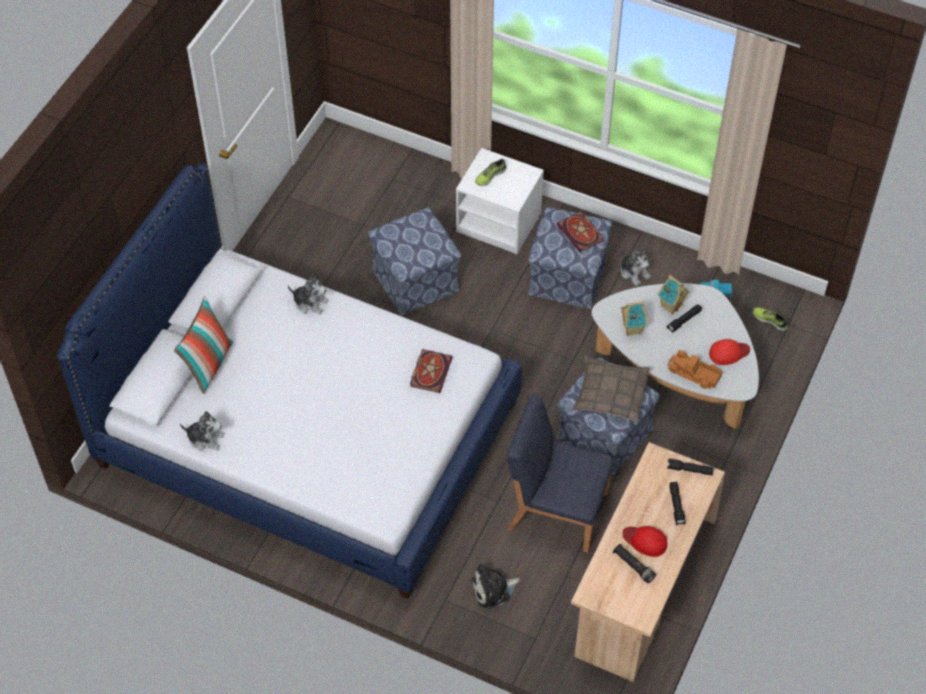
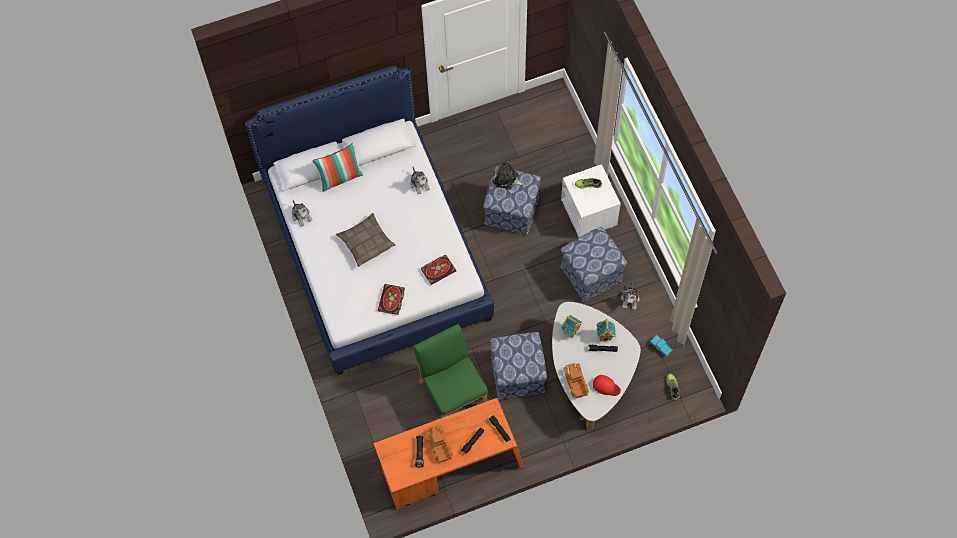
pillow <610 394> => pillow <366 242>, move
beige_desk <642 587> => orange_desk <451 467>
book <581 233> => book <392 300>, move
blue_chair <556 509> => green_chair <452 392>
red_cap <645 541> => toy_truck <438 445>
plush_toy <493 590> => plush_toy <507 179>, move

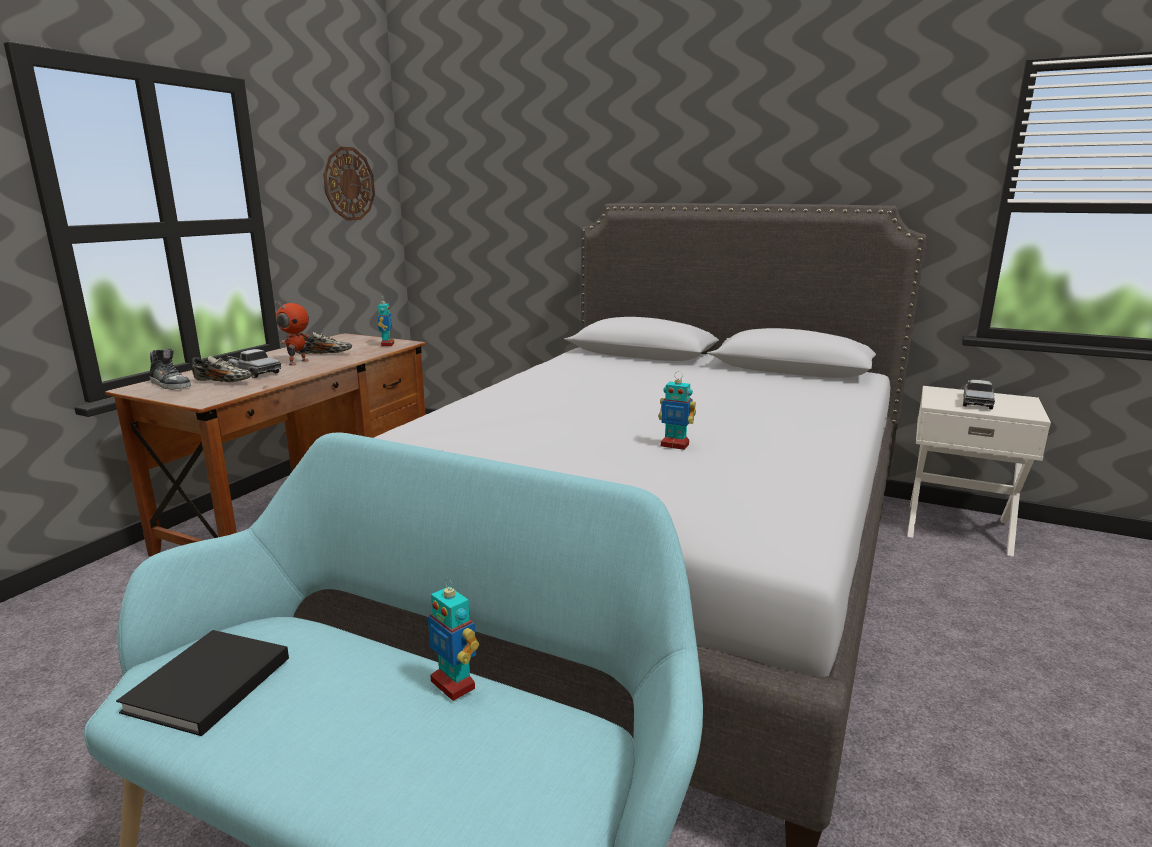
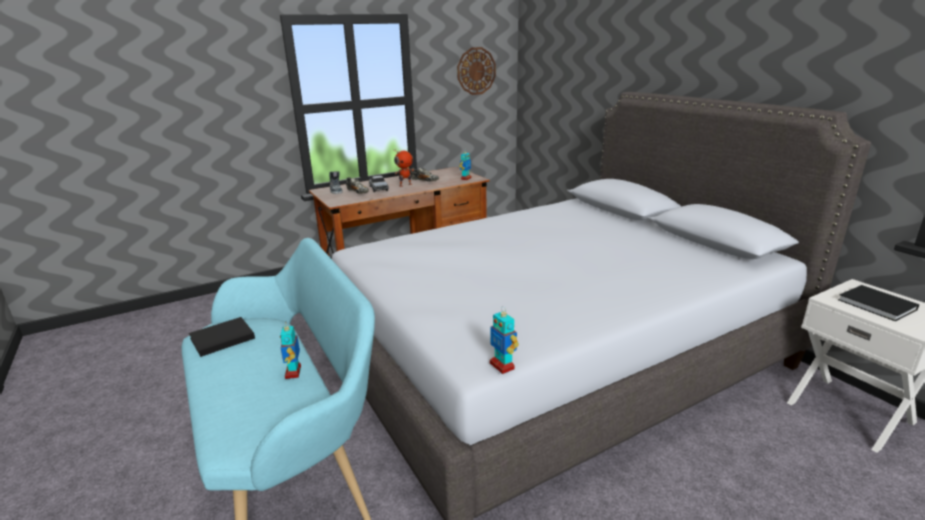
toy_robot <675 445> => toy_robot <502 366>, move
toy_truck <976 402> => black_book <878 305>

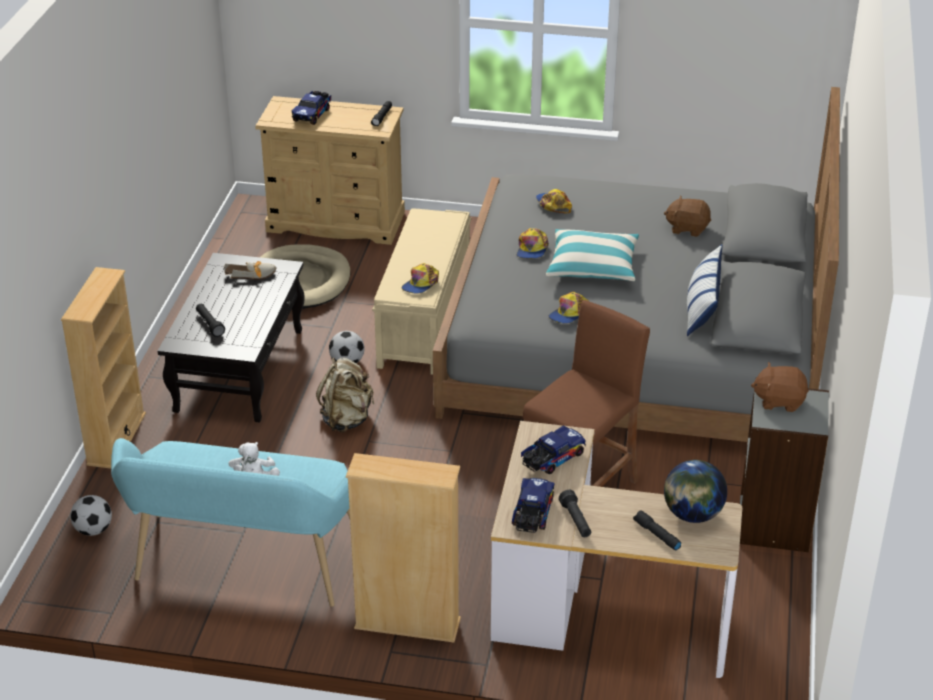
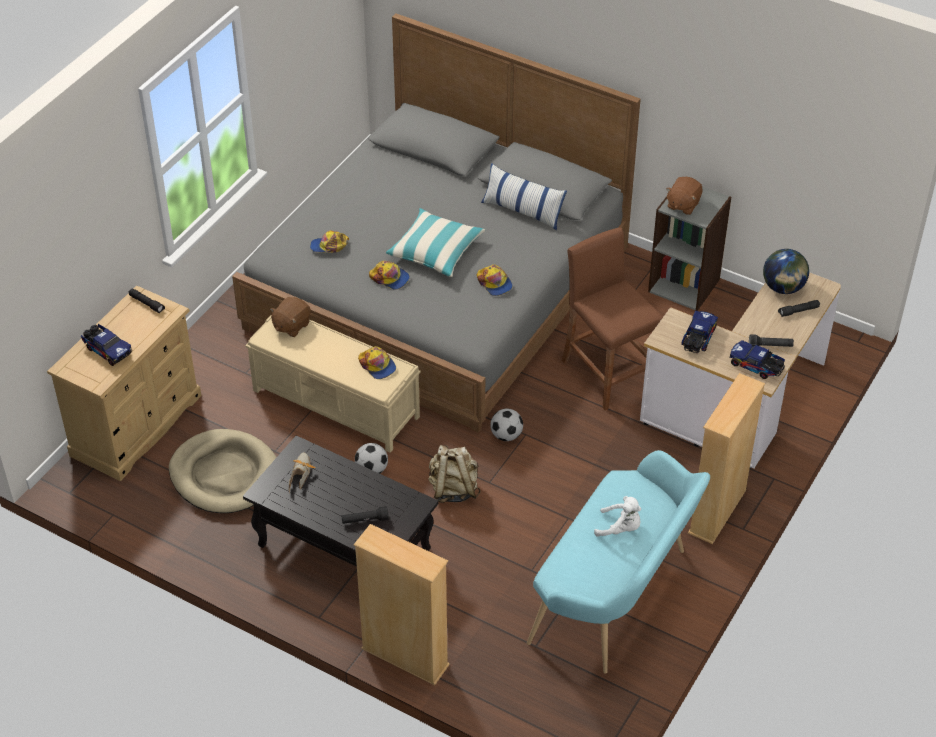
brown_plush_toy <687 228> => brown_plush_toy <291 325>, move
football <93 530> => football <506 435>, move
toy_truck <551 459> => toy_truck <697 339>, 45 degrees clockwise

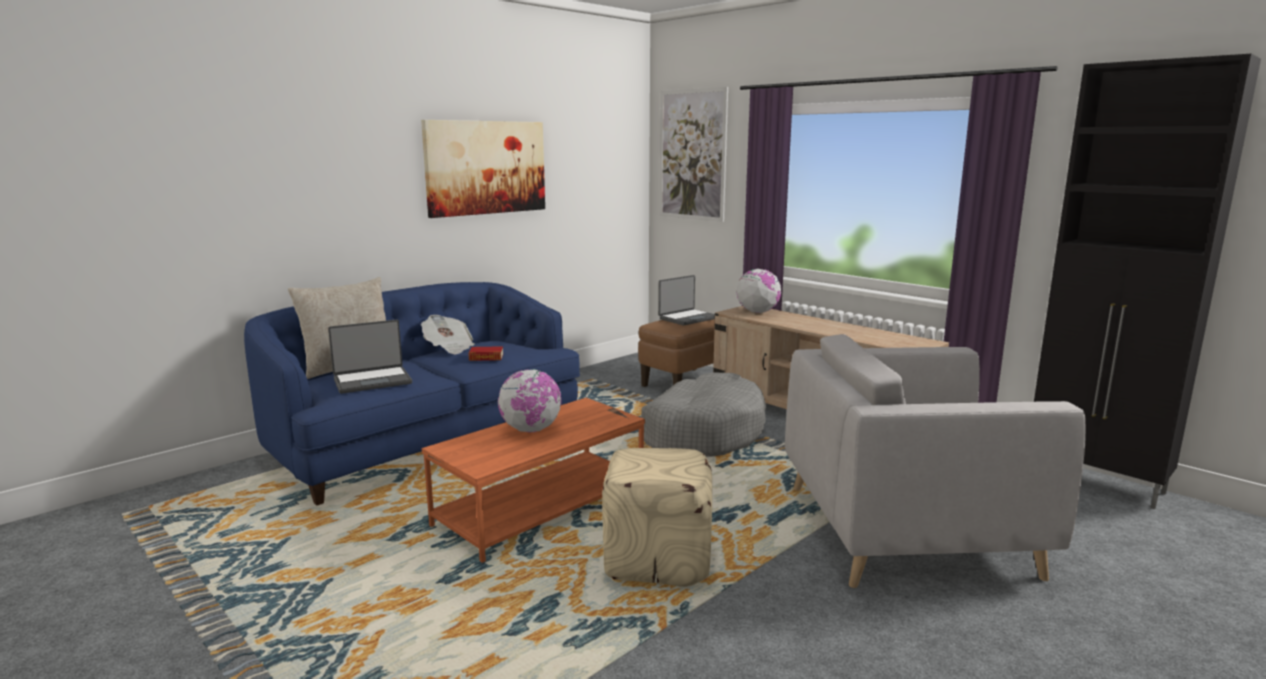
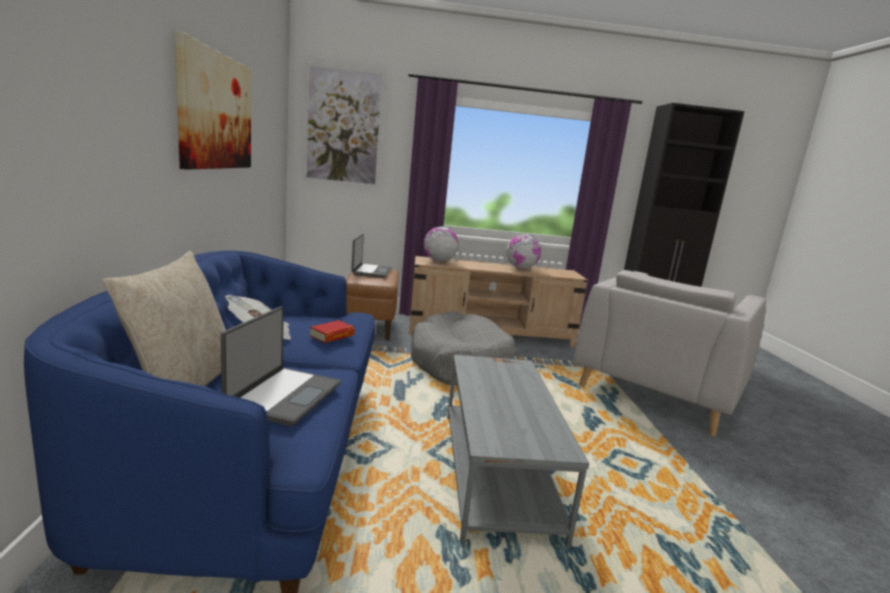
orange_coffee_table <541 507> => grey_coffee_table <495 470>
globe <531 430> => globe <521 268>, move
beige_ottoman <657 559> => nothing

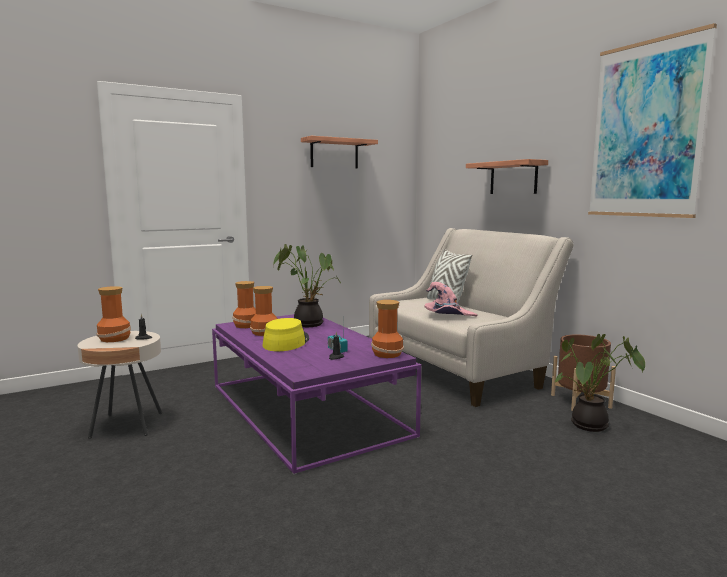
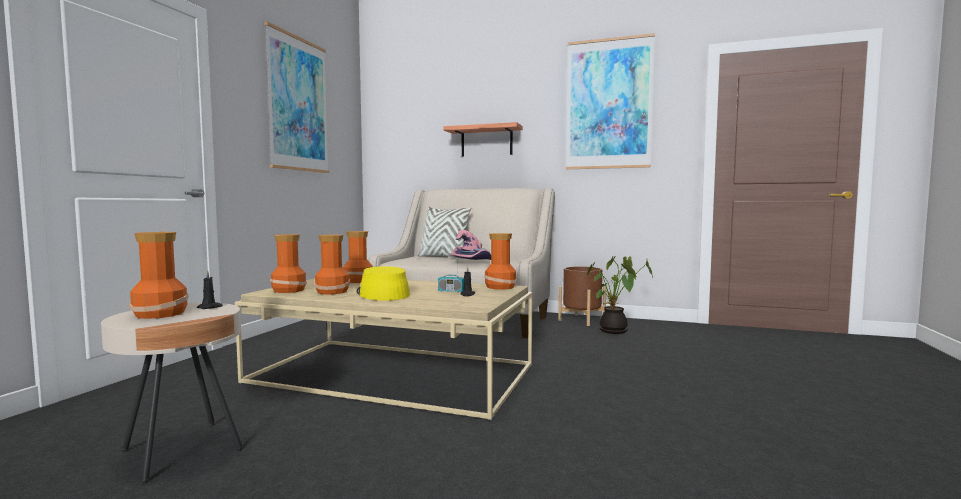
purple_coffee_table <306 409> => beige_coffee_table <393 373>
shelf <334 153> => picture <298 104>
potted_plant <309 323> => vase <357 281>

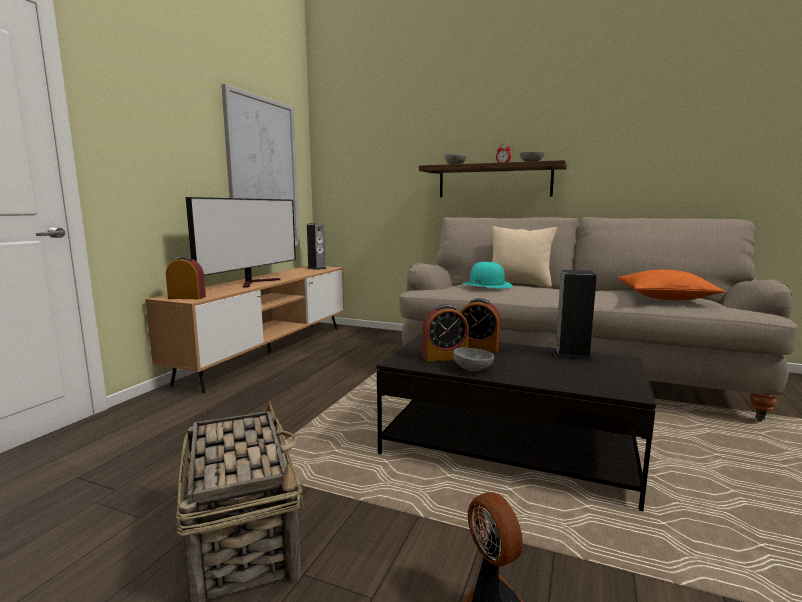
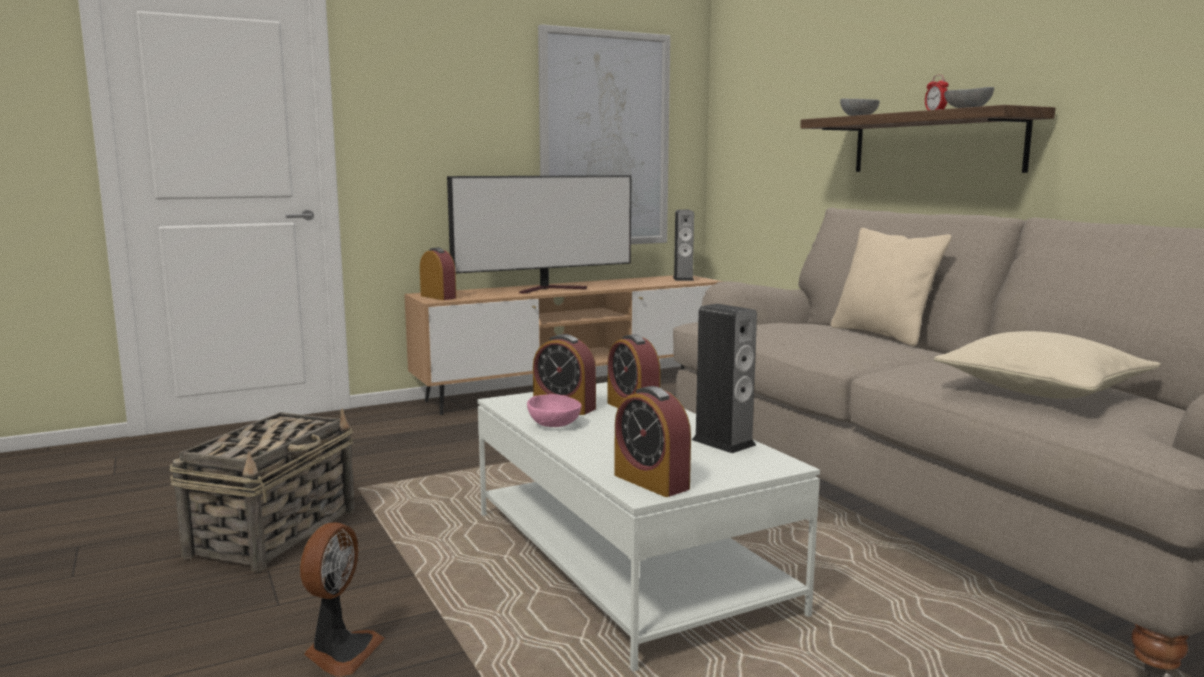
black_coffee_table <508 448> => white_coffee_table <626 561>
grey_bowl <473 369> => pink_bowl <555 425>
nothing => alarm_clock <651 482>
orange_pillow <665 297> => beige_pillow <1041 389>
turquoise_hat <487 285> => nothing

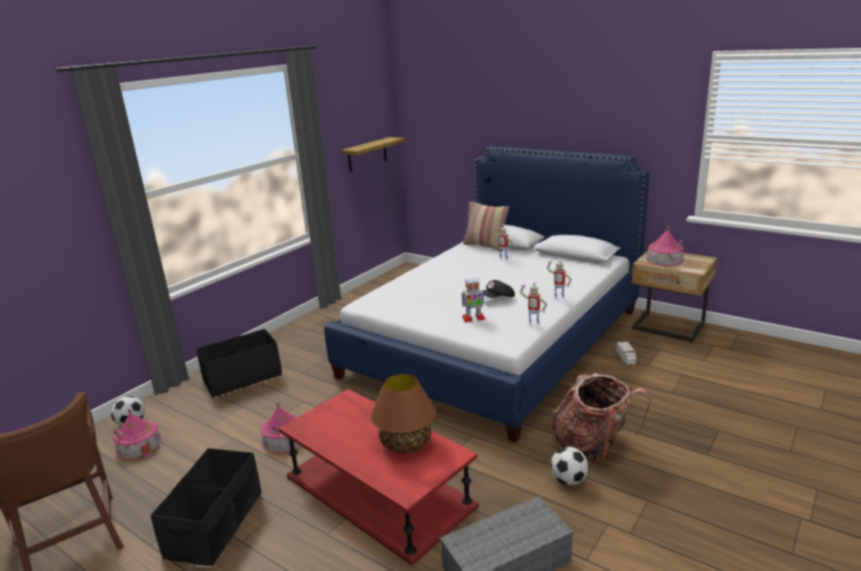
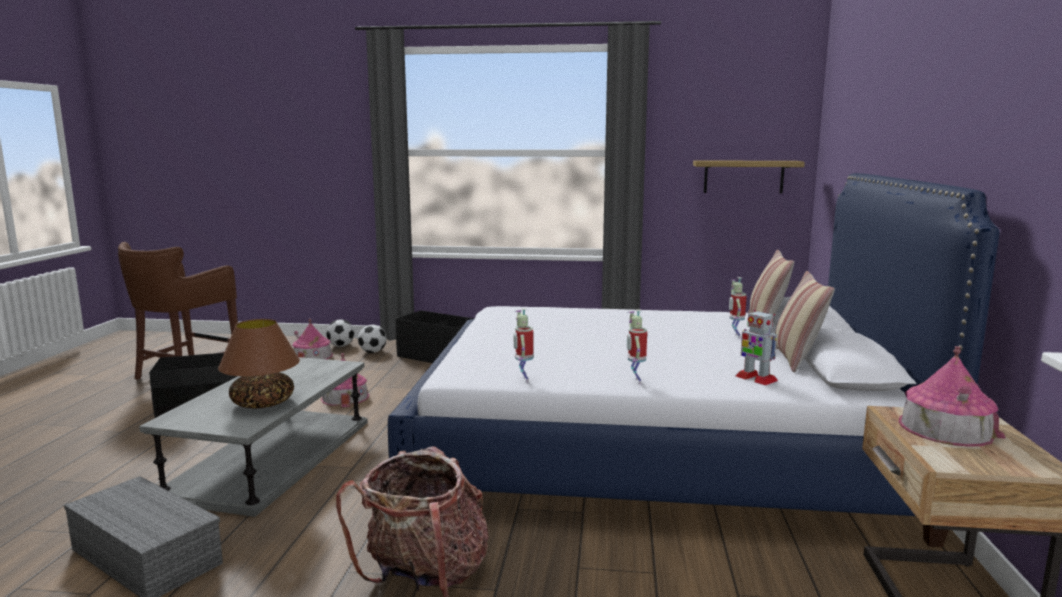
red_coffee_table <379 491> => grey_coffee_table <271 458>
football <568 480> => football <372 352>, move
toy_robot <473 318> => toy_robot <755 378>, move
nothing => pillow <796 359>
black_cap <498 298> => nothing
toy_truck <626 359> => nothing

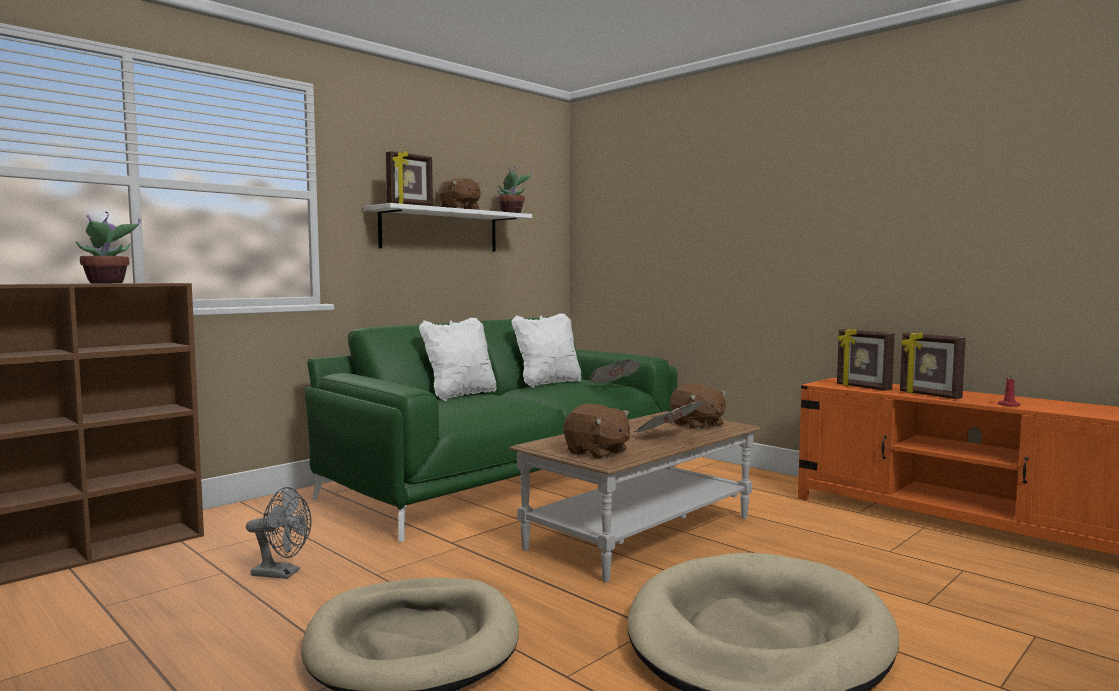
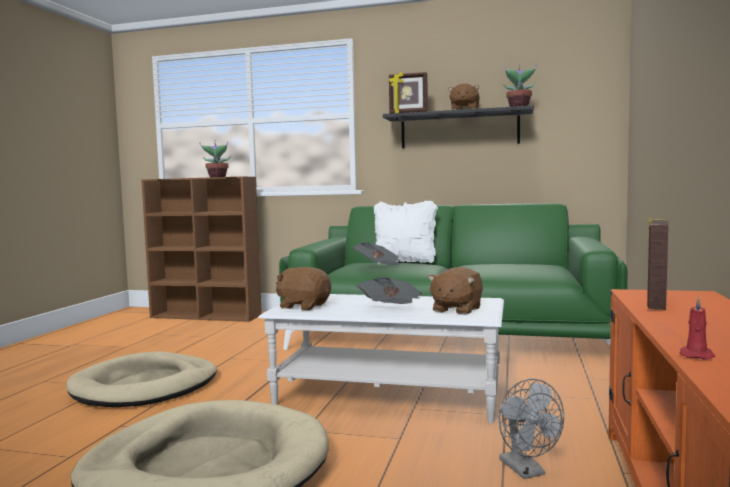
brown_coffee_table <641 532> => white_coffee_table <388 395>
brown_plush_toy <597 453> => brown_plush_toy <303 306>, 105 degrees clockwise
newspaper <613 386> => newspaper <379 267>, move
white_shelf <440 230> => black_shelf <459 130>
grey_fan <282 573> => grey_fan <527 471>, move
white_pillow <548 383> => nothing
picture_frame <929 395> => nothing

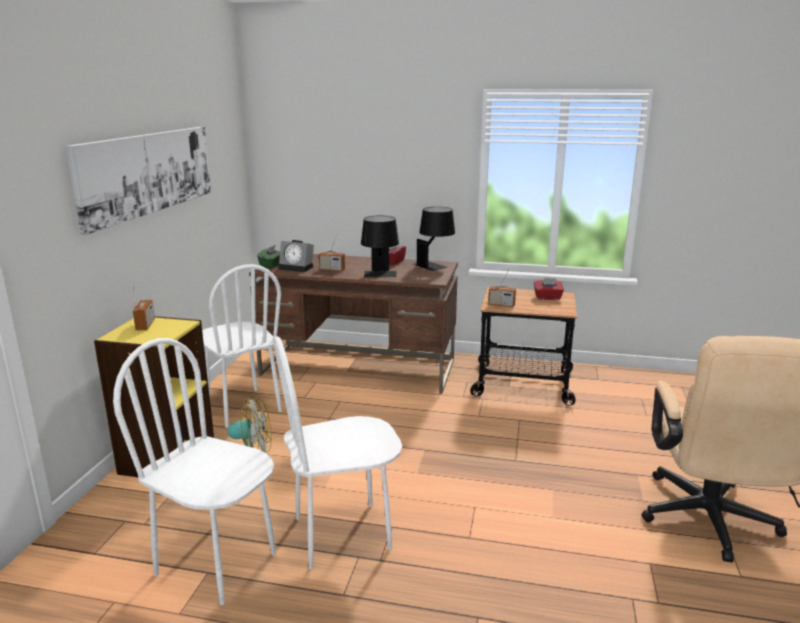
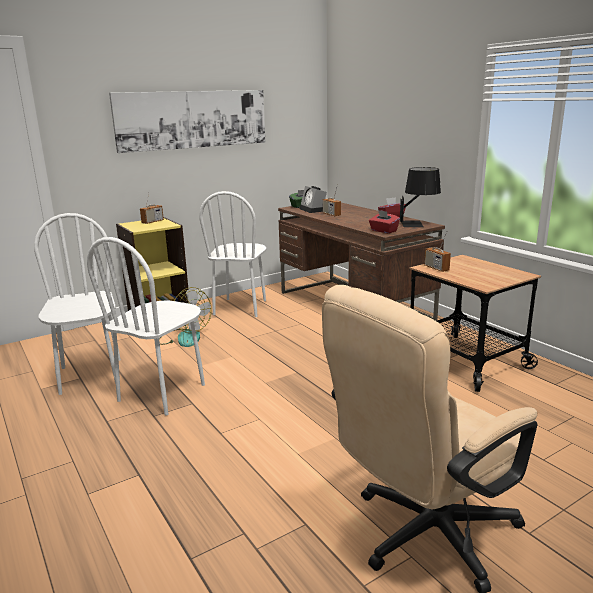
white_chair <342 534> => white_chair <162 393>, 90 degrees counterclockwise
red_tissue_box <547 298> => red_tissue_box <383 231>, move
black_table_lamp <380 276> => nothing

